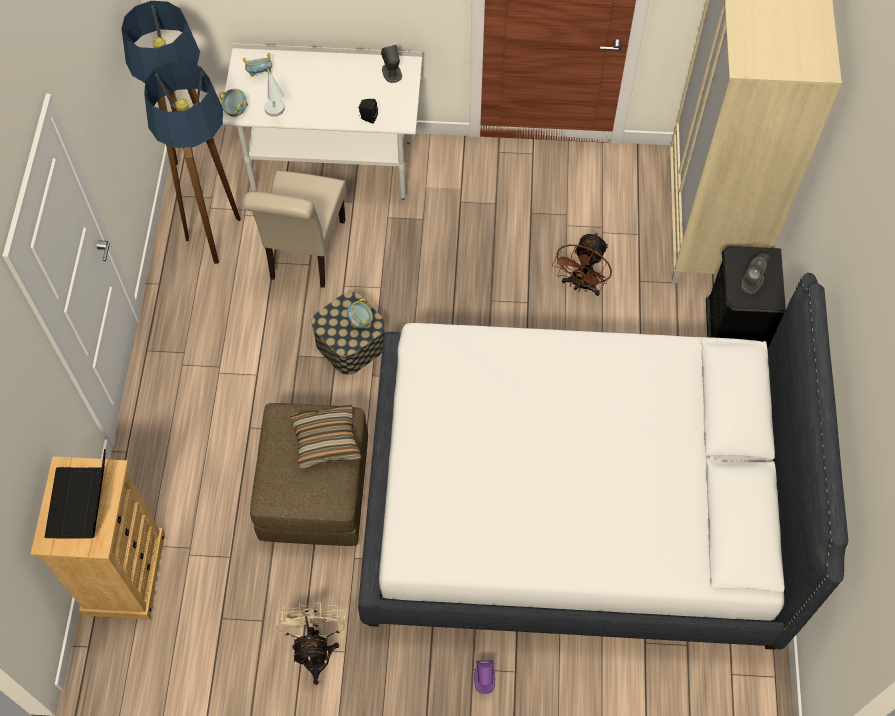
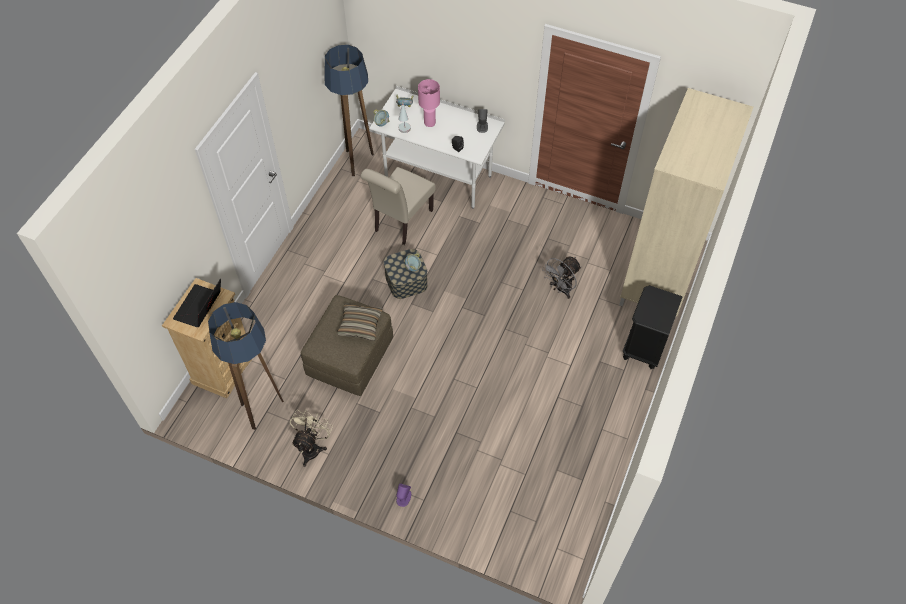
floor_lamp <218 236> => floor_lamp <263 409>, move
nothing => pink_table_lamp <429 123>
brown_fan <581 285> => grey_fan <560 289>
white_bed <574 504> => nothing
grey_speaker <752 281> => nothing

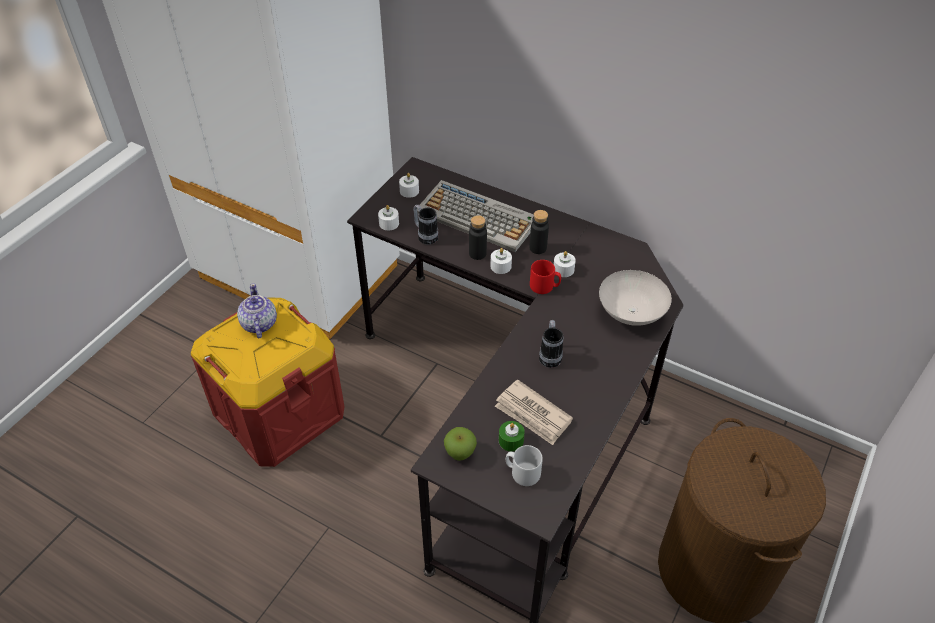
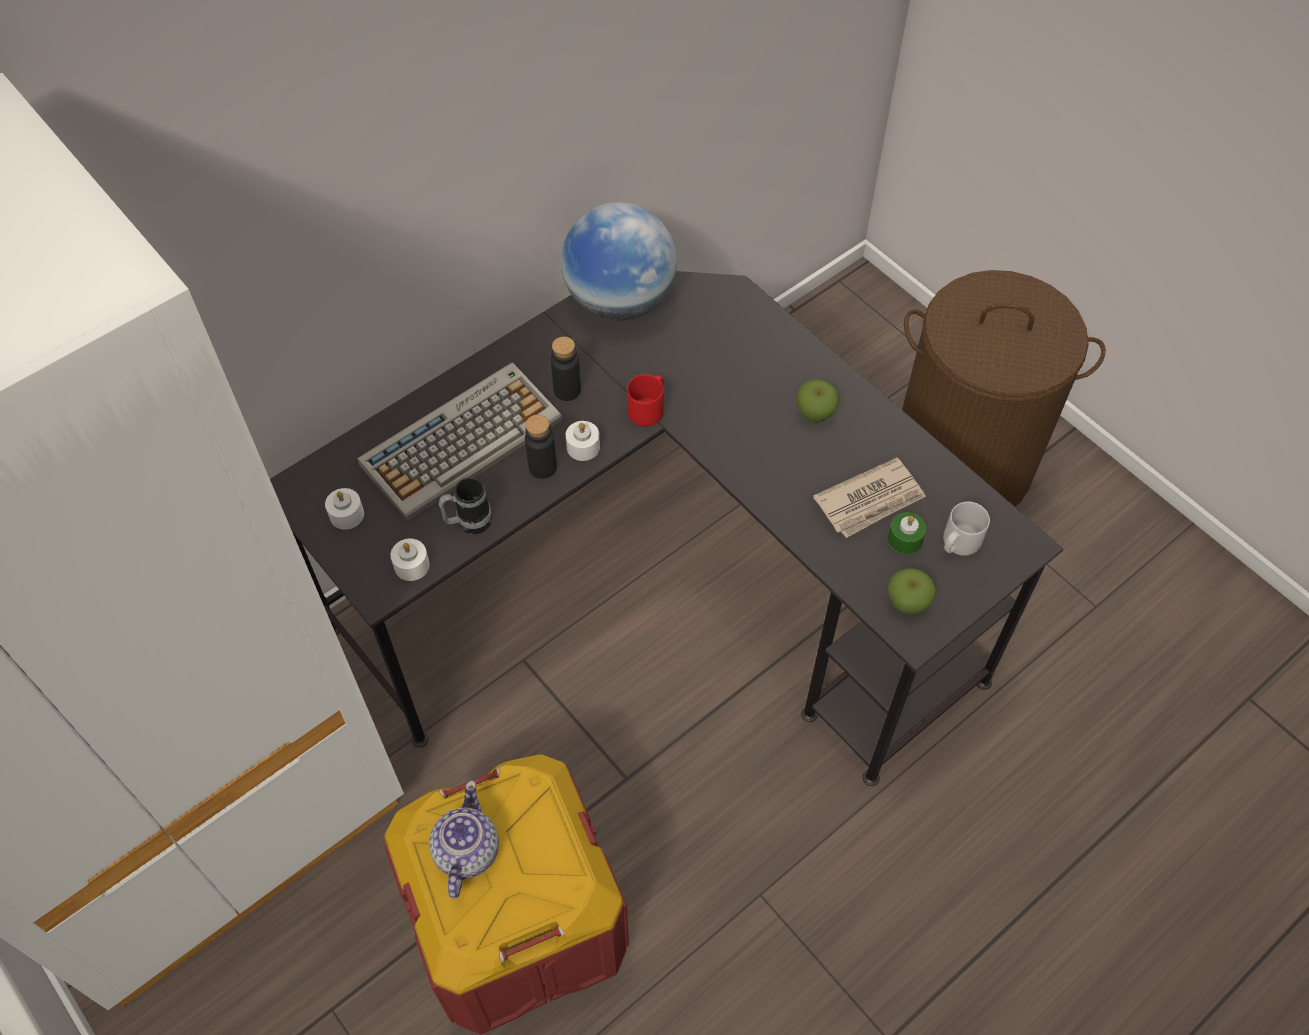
teapot <259 324> => teapot <466 852>, 90 degrees clockwise
nothing => globe <620 300>
nothing => apple <815 414>
mug <550 355> => nothing
white_candle <563 269> => nothing
white_bowl <632 313> => nothing

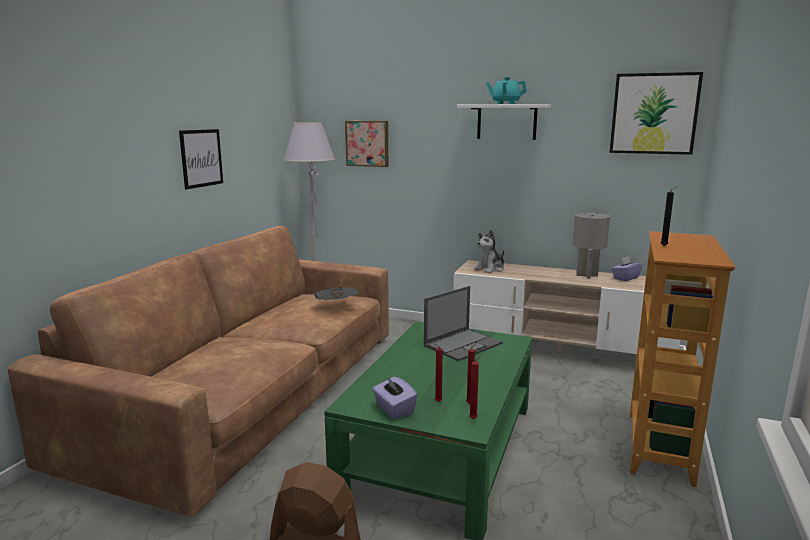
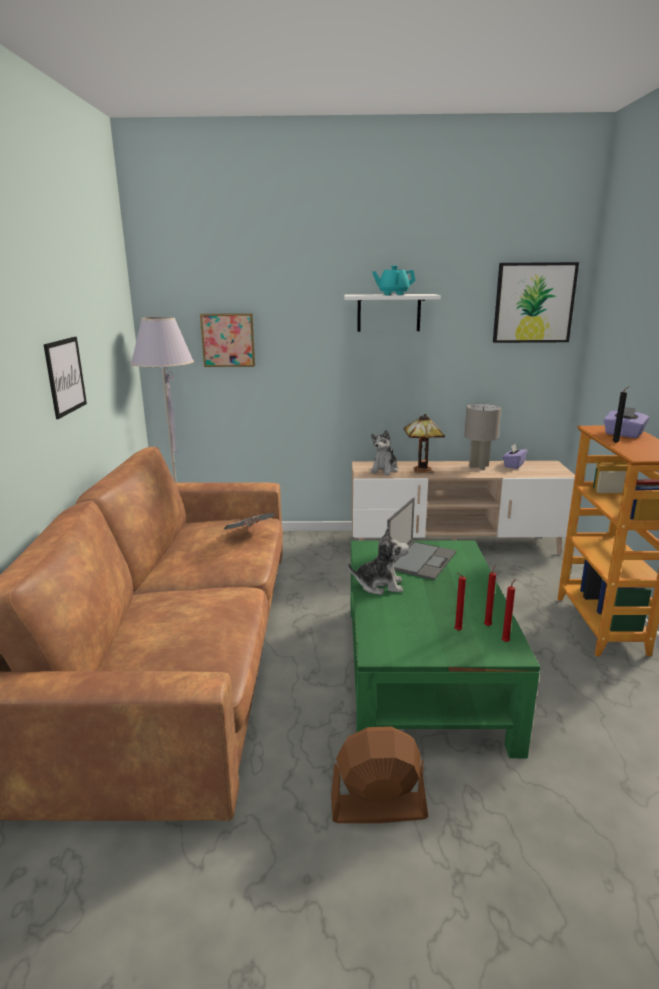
nothing => plush_toy <380 585>
nothing => table_lamp <421 470>
purple_tissue_box <394 409> => purple_tissue_box <623 434>, move

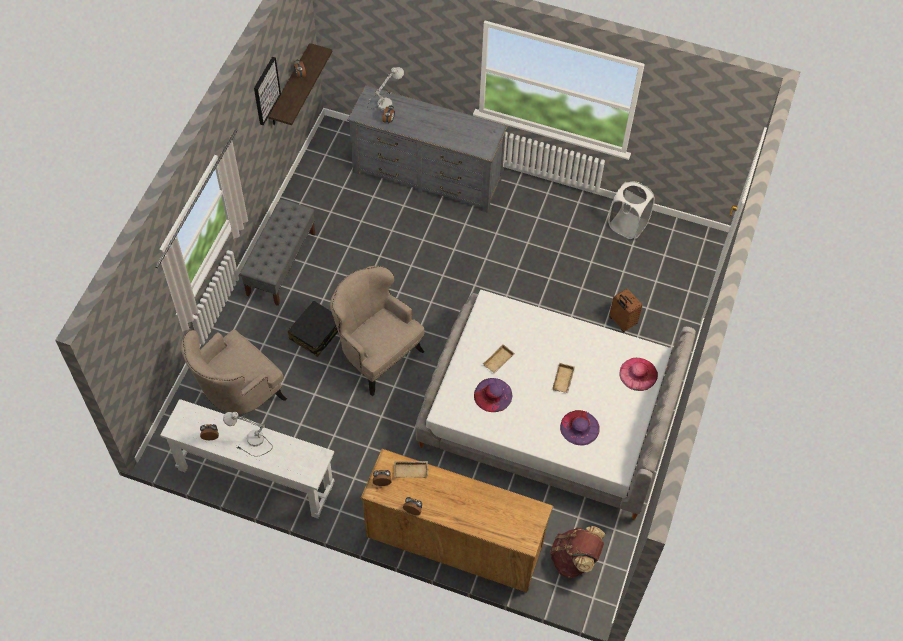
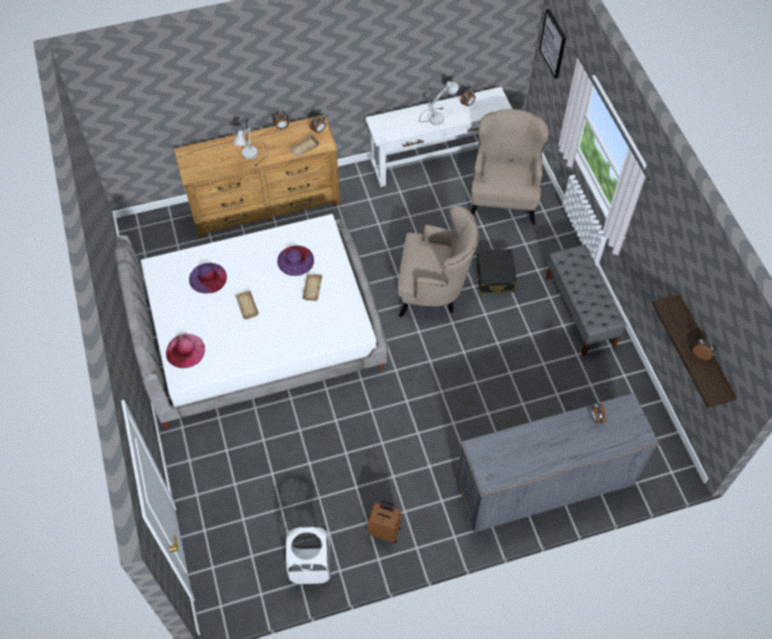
white_table_lamp <384 101> => white_table_lamp <253 157>, move
brown_suitcase <621 321> => brown_suitcase <385 531>, move
picture <266 90> => picture <553 43>, move
brown_backpack <574 559> => nothing

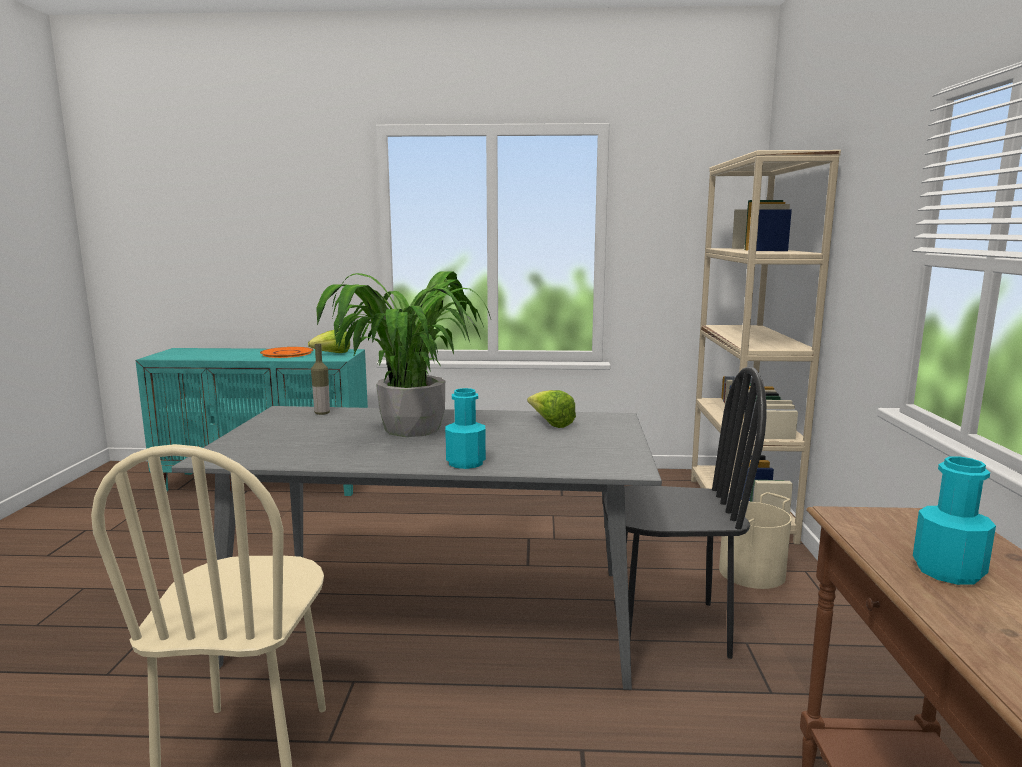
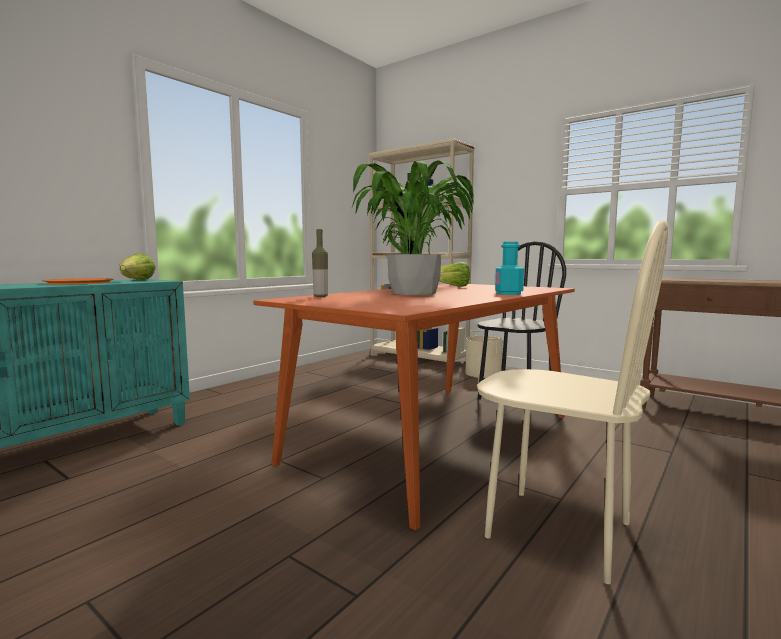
grey_dining_table <439 614> => orange_dining_table <436 437>
turquoise_bottle <948 571> => nothing

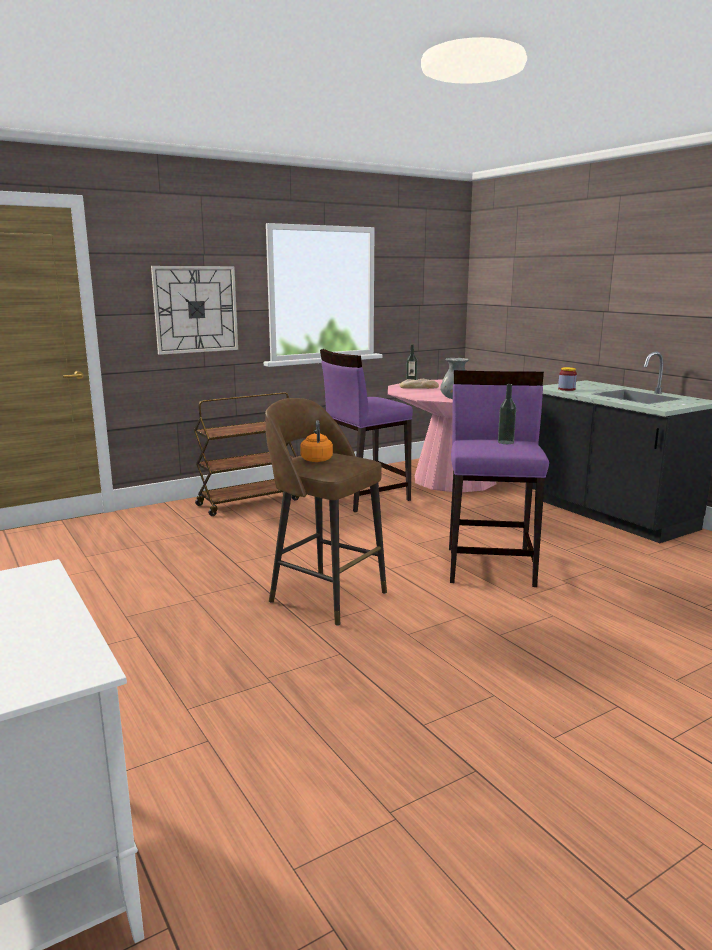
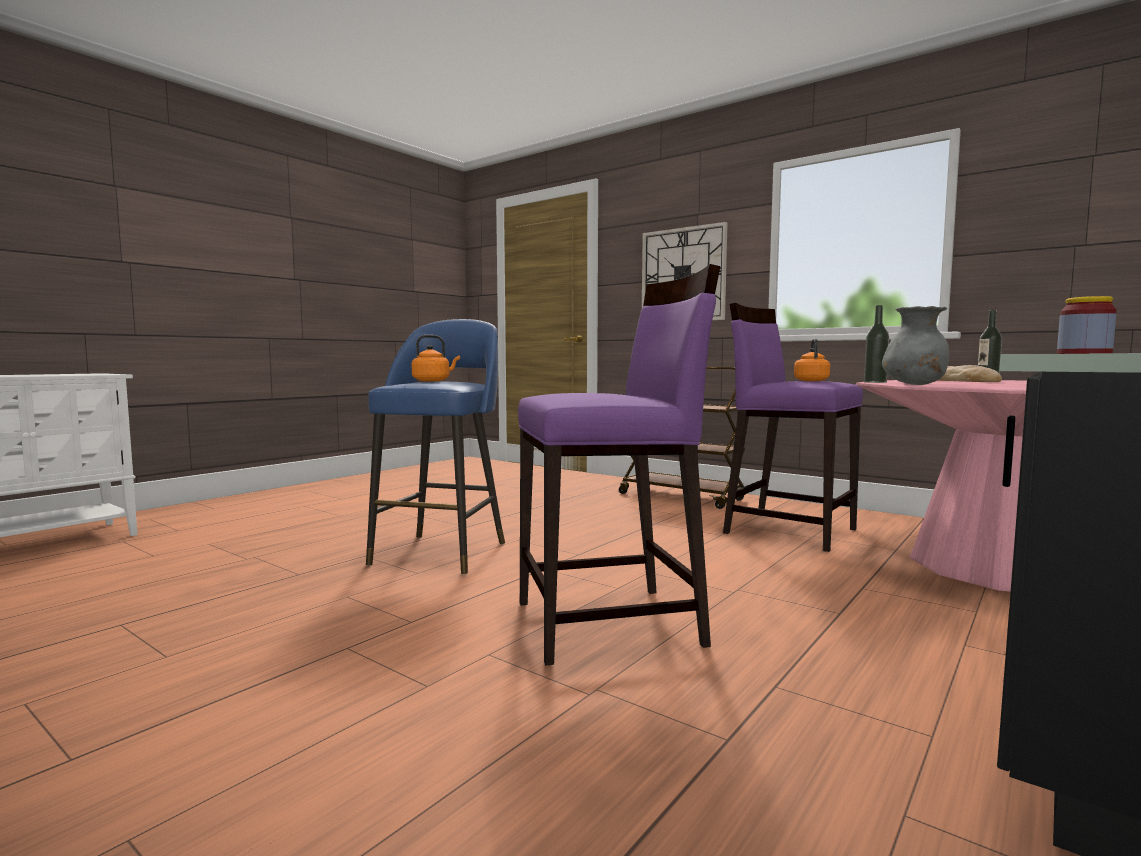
brown_stool <325 596> => blue_stool <442 552>
nothing => orange_kettle <811 380>
bottle <505 442> => bottle <875 382>, move

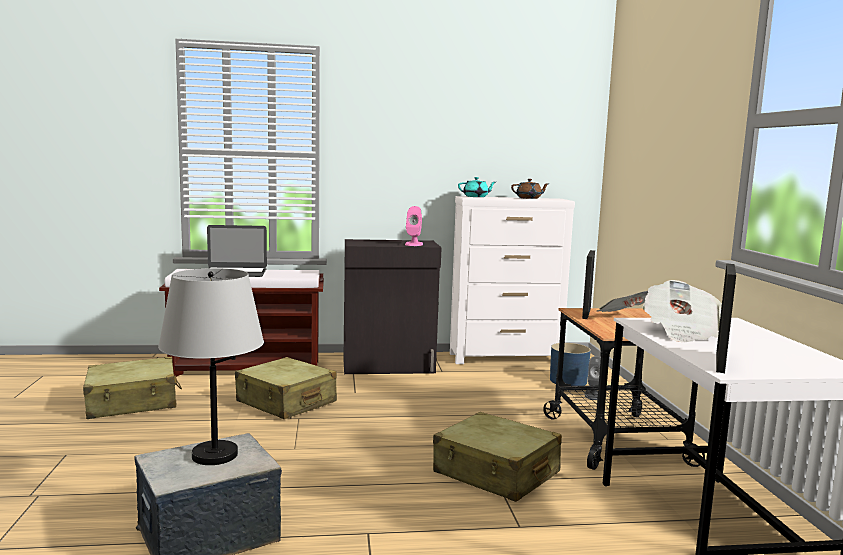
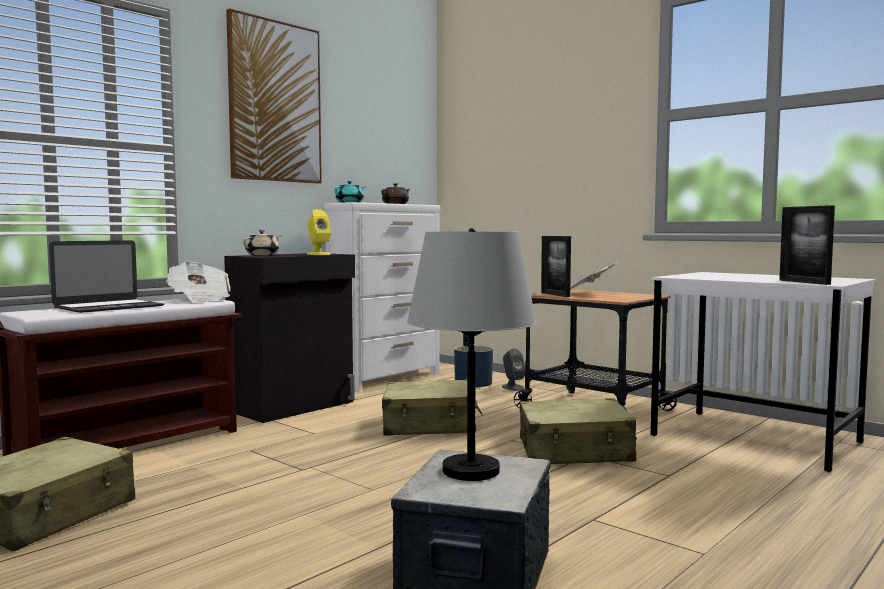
newspaper <680 332> => newspaper <199 299>, move
nothing => picture <275 102>
nothing => beige_teapot <263 255>
pink_speaker <414 244> => yellow_speaker <318 254>
beige_suitcase <286 402> => beige_suitcase <430 425>, move

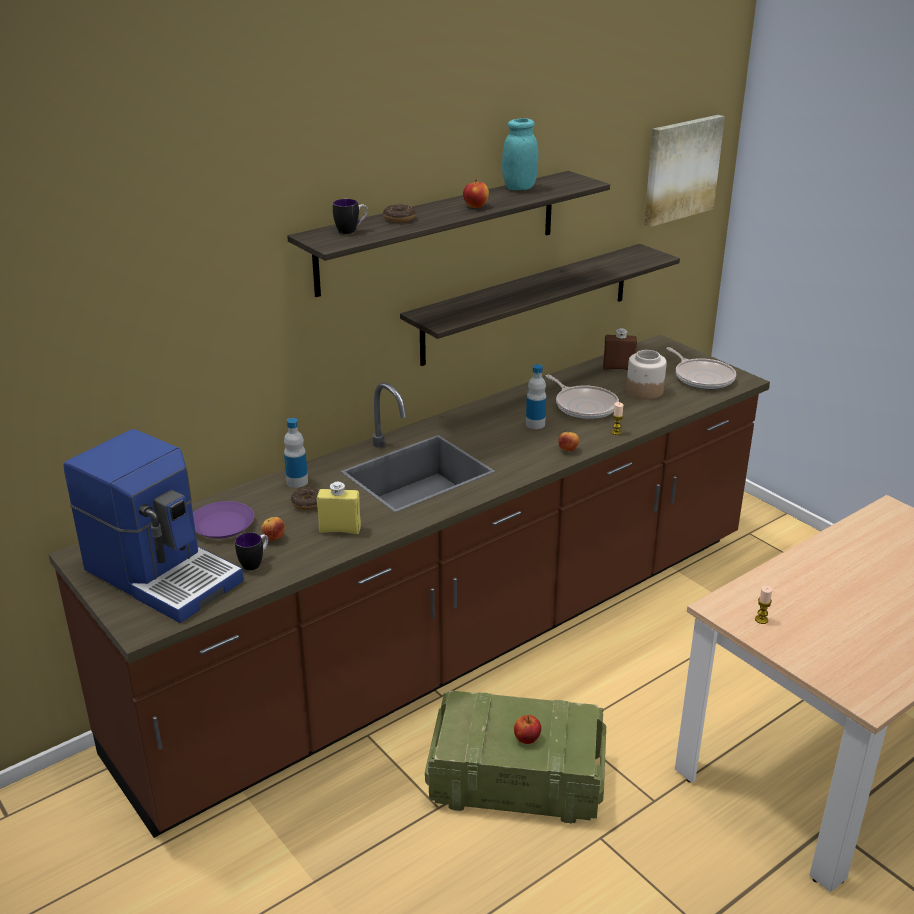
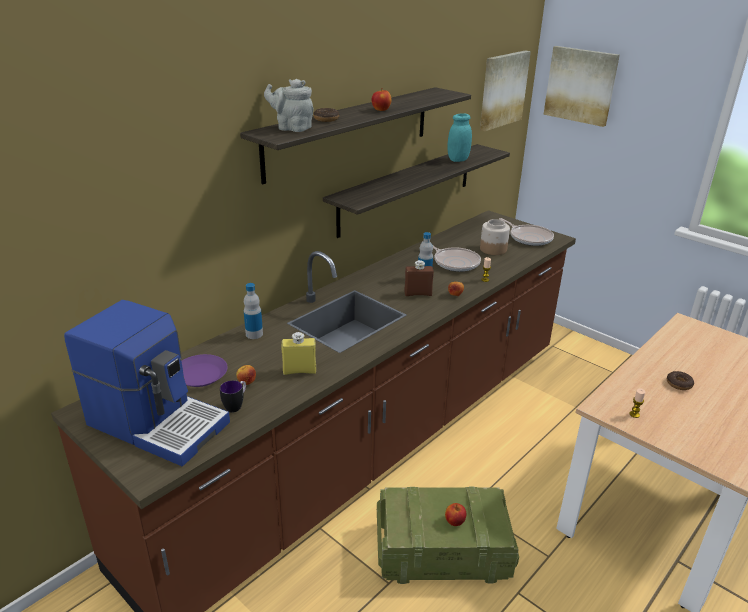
mug <351 231> => grey_teapot <292 128>
brown_bottle <618 368> => brown_bottle <418 294>, move
turquoise_jar <519 188> => turquoise_jar <458 160>, move
nothing => picture <581 85>
donut <307 503> => donut <679 384>, move

